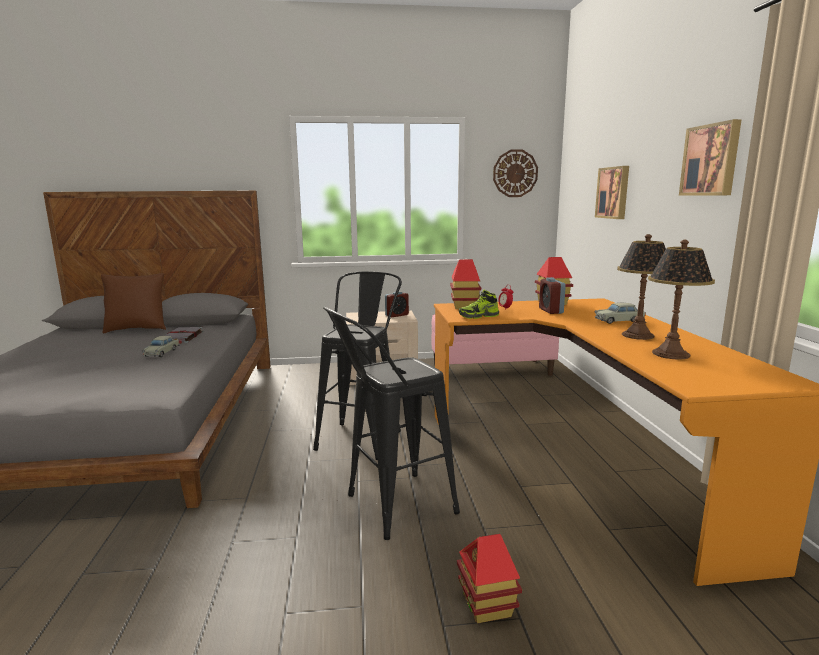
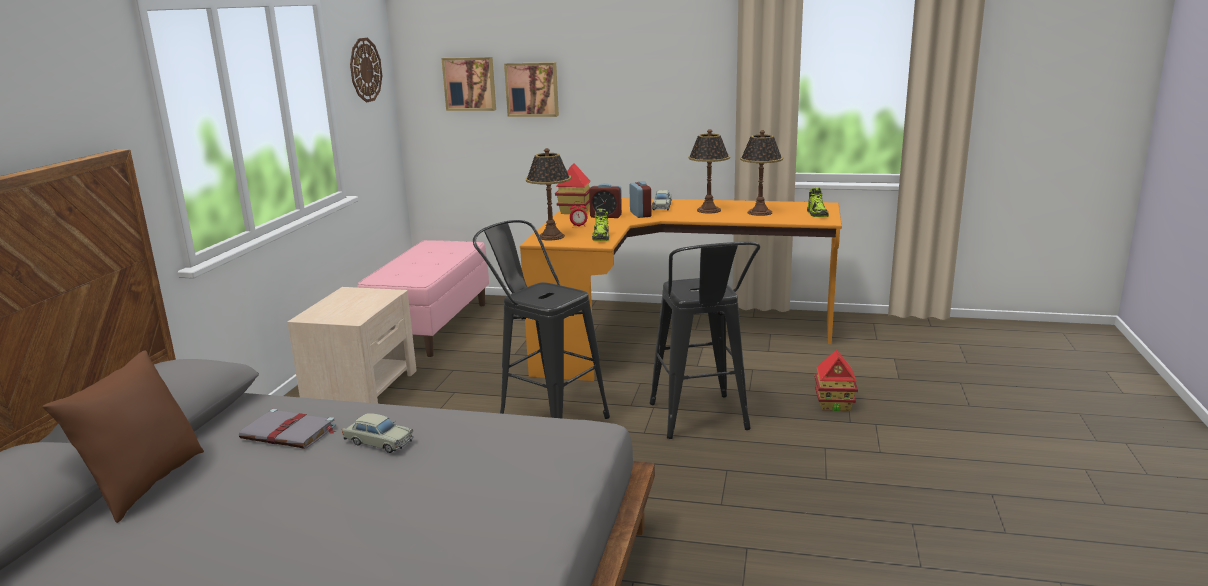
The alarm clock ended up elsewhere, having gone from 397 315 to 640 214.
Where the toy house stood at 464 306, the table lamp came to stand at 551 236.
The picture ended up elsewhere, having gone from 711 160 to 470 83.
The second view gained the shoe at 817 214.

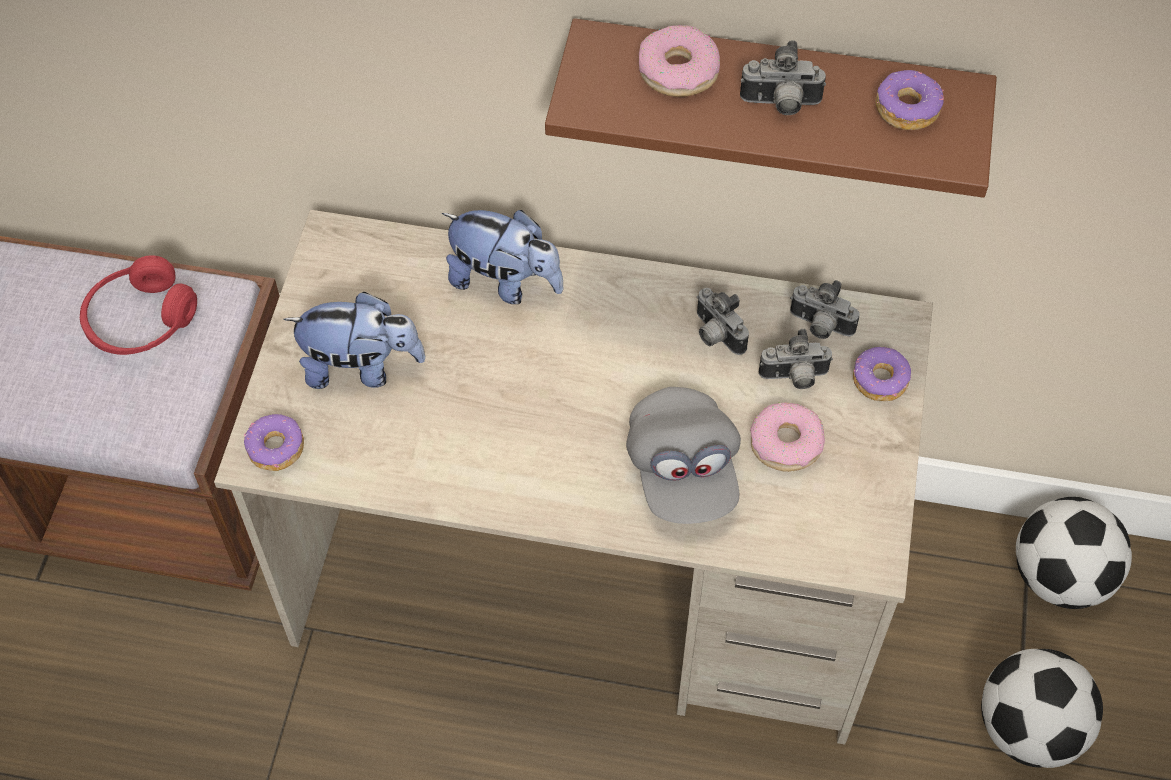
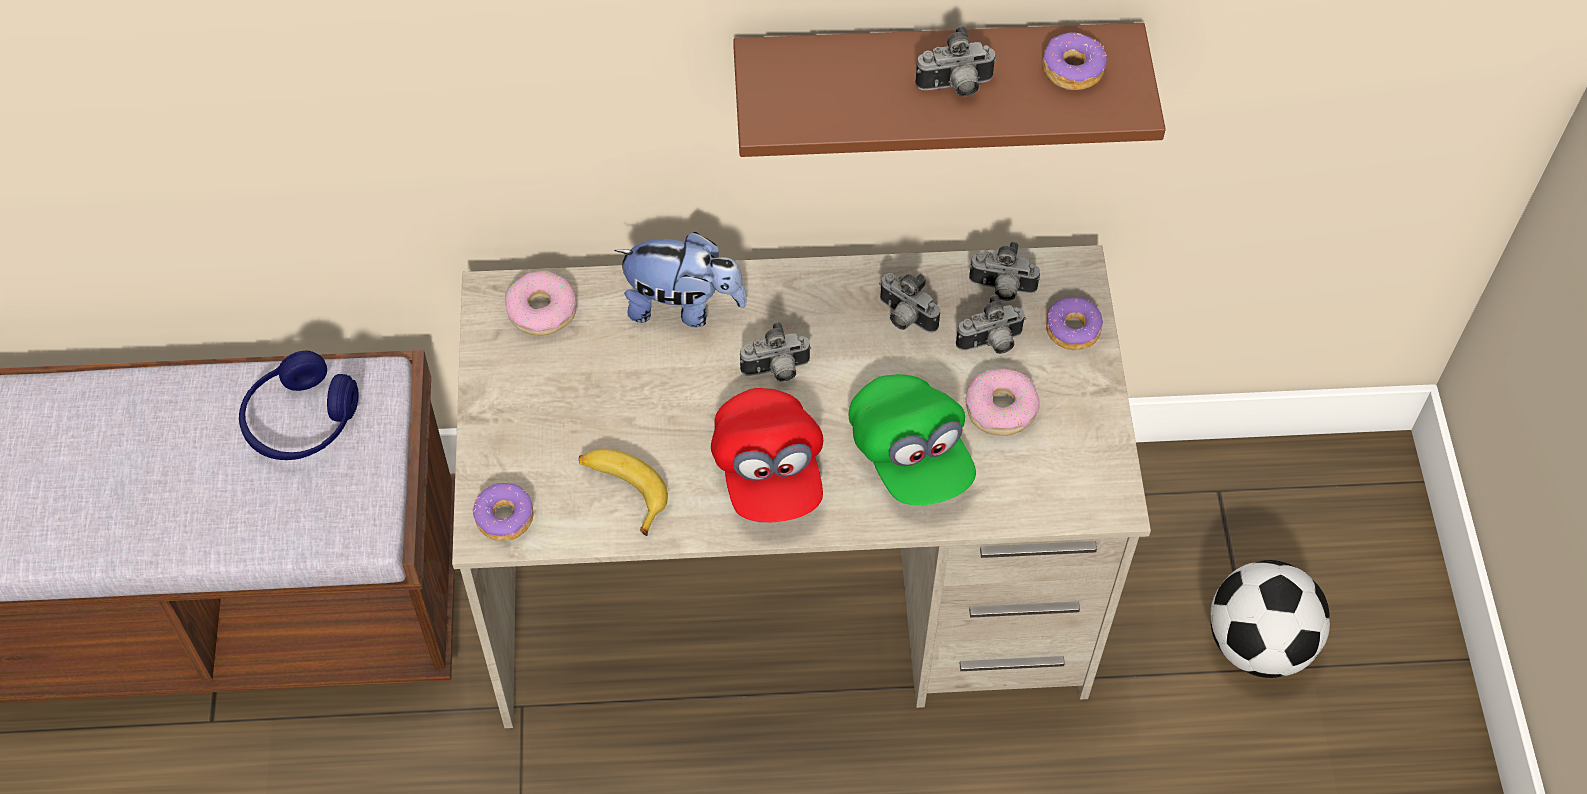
What was the red headphones at 141 321 turned into the blue headphones at 301 421.
The second view lost the plush toy at 361 367.
What was the grey cap at 682 471 turned into the green cap at 910 455.
The donut ended up elsewhere, having gone from 678 71 to 542 310.
The second view lost the football at 1059 577.
The second view gained the banana at 622 490.
The second view gained the red cap at 768 471.
The second view gained the photo camera at 776 371.

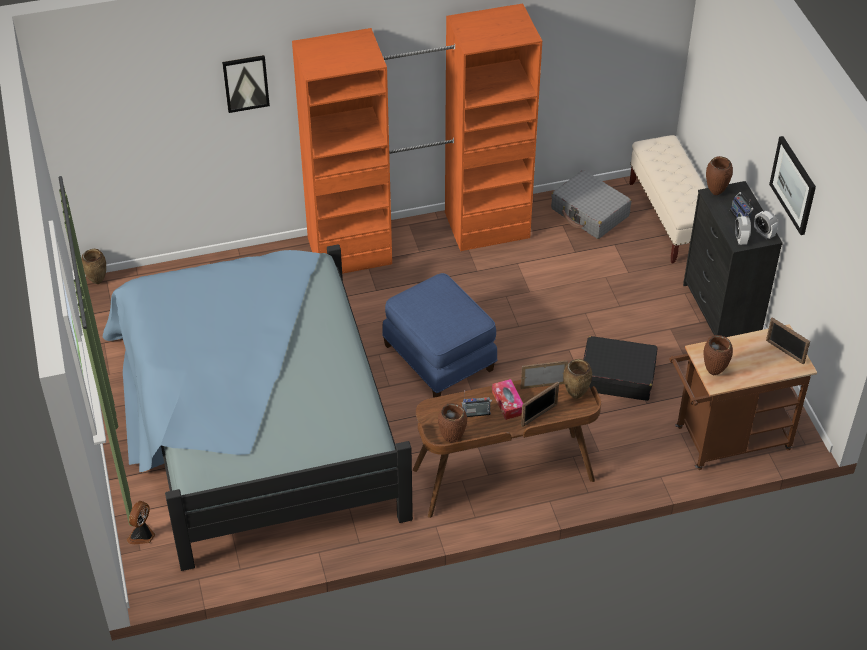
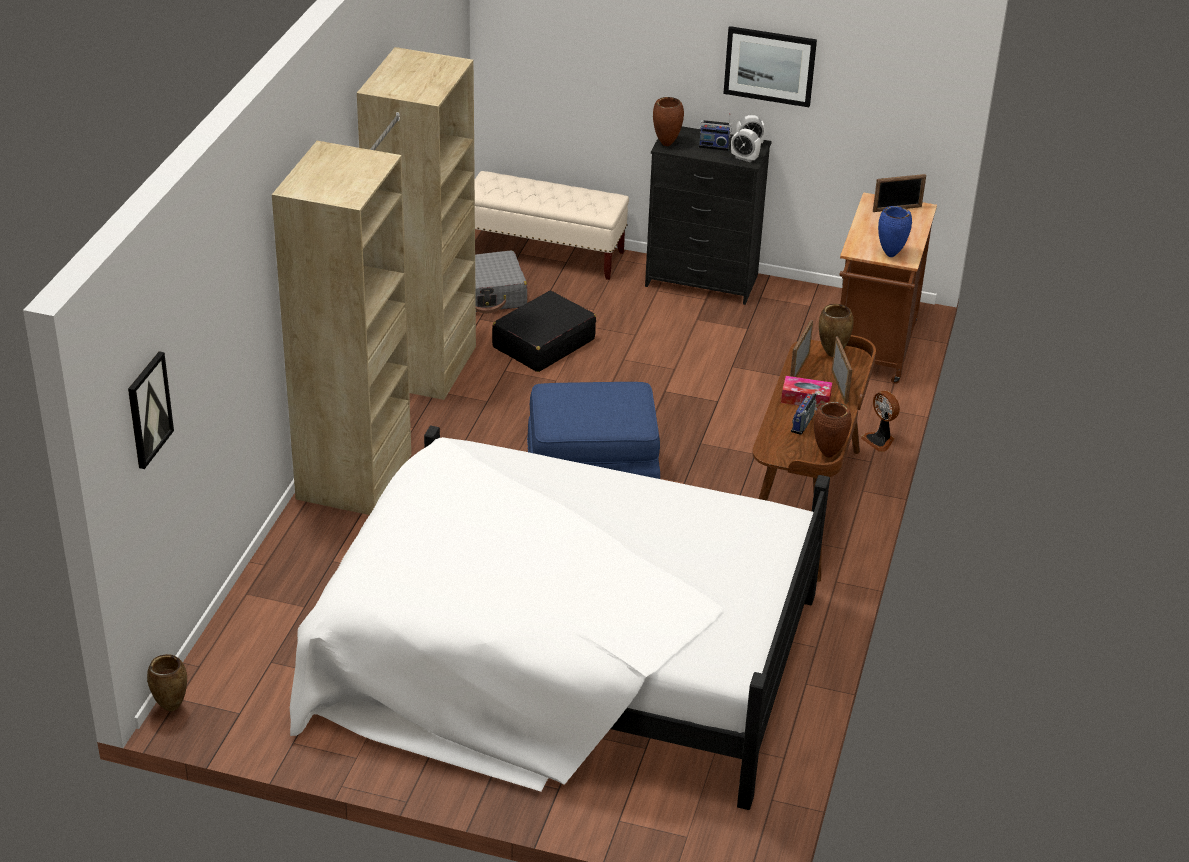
What was the blue bed at 255 422 turned into the white bed at 561 658.
The fan ended up elsewhere, having gone from 142 535 to 880 440.
The picture ended up elsewhere, having gone from 245 83 to 148 409.
What was the orange wardrobe at 420 237 turned into the beige wardrobe at 391 418.
The black suitcase ended up elsewhere, having gone from 617 376 to 543 343.
What was the brown vase at 714 372 turned into the blue vase at 890 254.

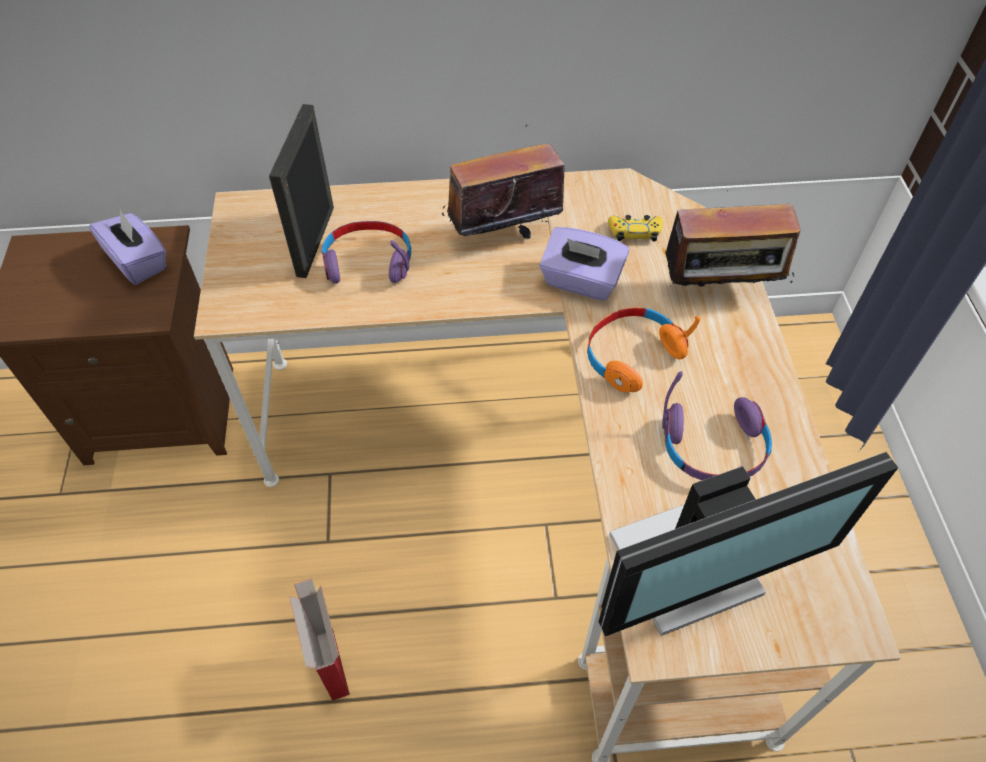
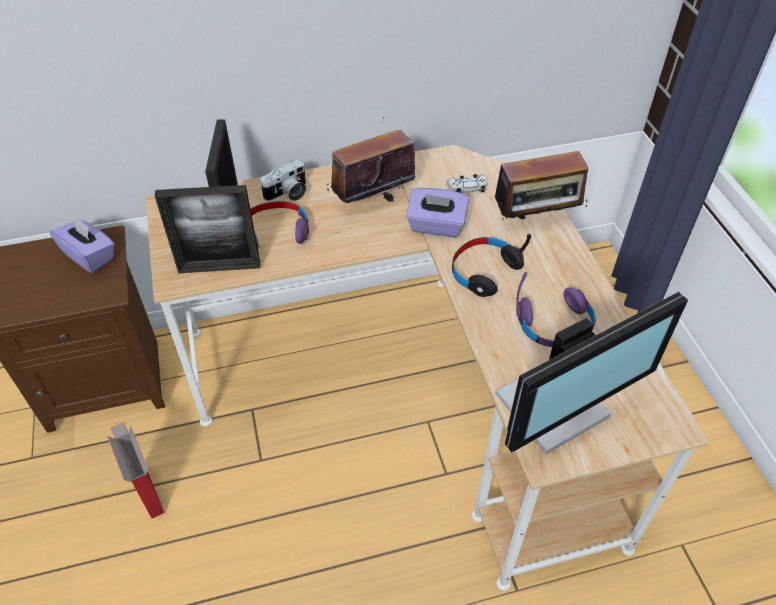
The cardboard box ended up elsewhere, having gone from 332 662 to 149 493.
What was the orange headphones at 631 355 turned into the black headphones at 484 271.
What was the yellow game controller at 634 232 turned into the white game controller at 467 188.
The second view gained the picture frame at 219 267.
The second view gained the photo camera at 288 194.

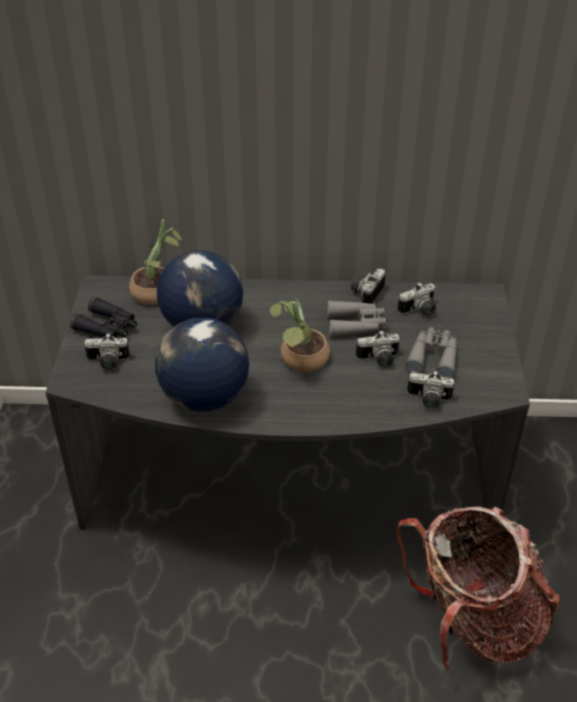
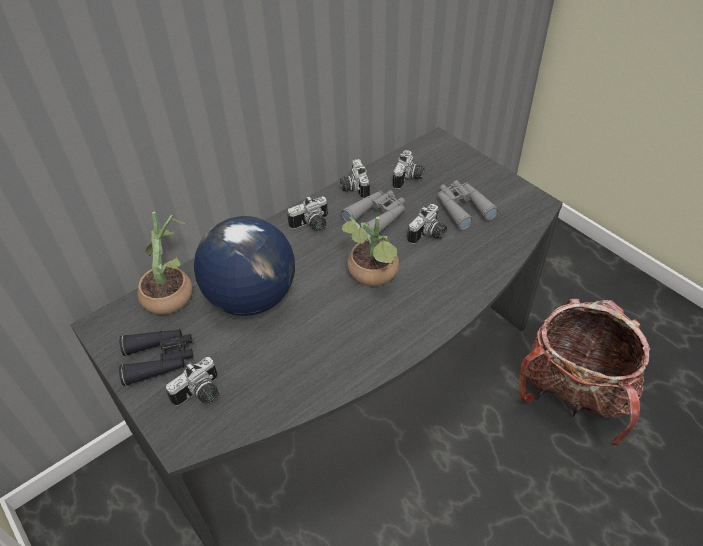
The second view lost the globe at 204 398.
The photo camera ended up elsewhere, having gone from 428 400 to 312 225.

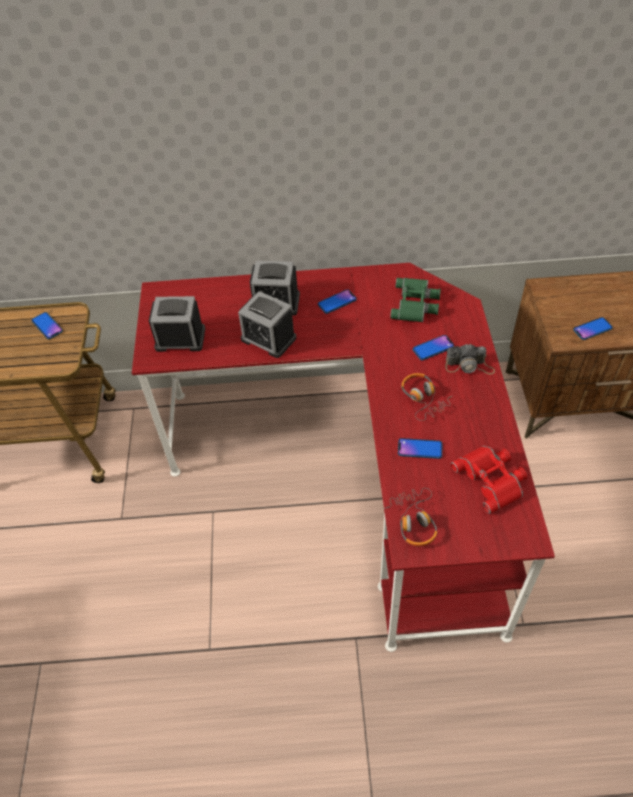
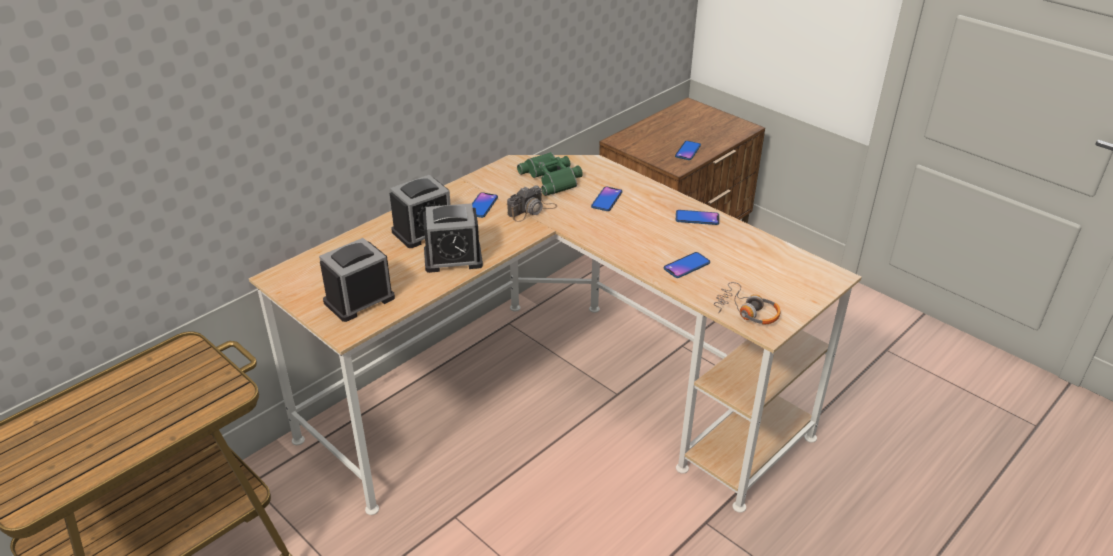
The phone ended up elsewhere, having gone from 47 326 to 697 218.
What was the red desk at 354 469 turned into the beige desk at 554 397.
The second view lost the headphones at 423 399.
The photo camera ended up elsewhere, having gone from 469 366 to 532 210.
The second view lost the red binoculars at 492 479.

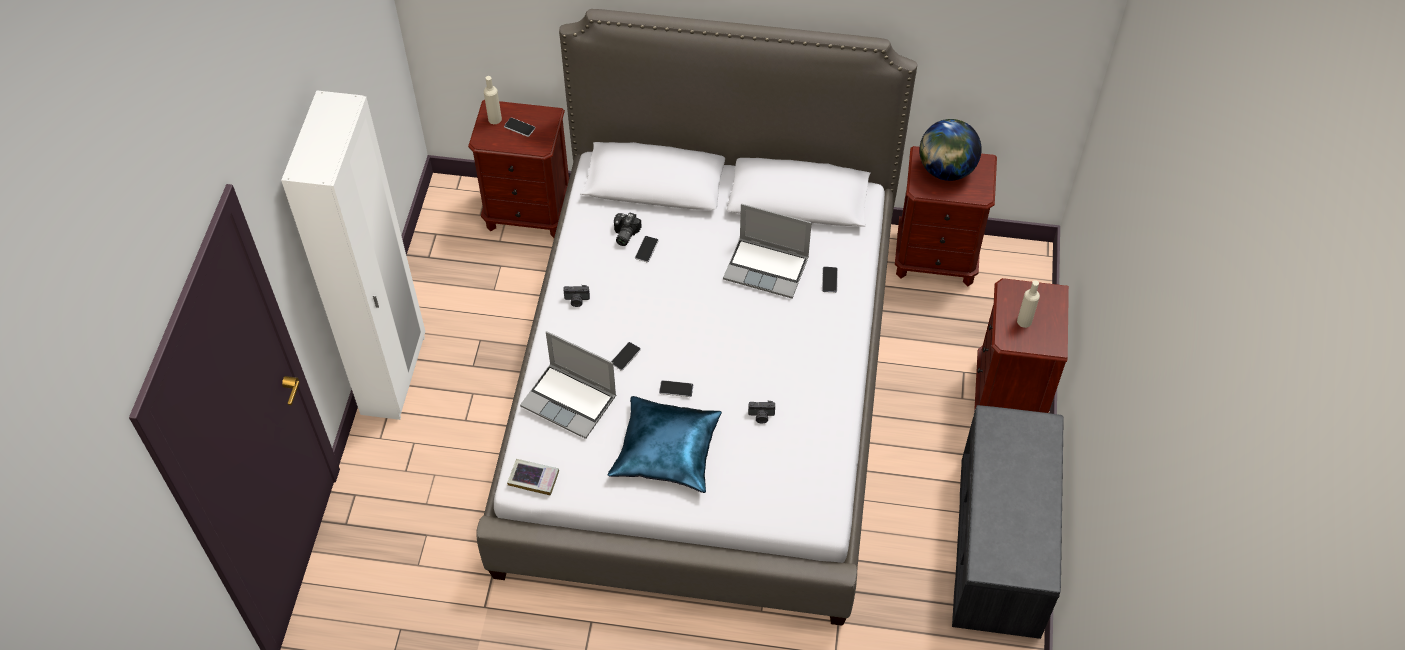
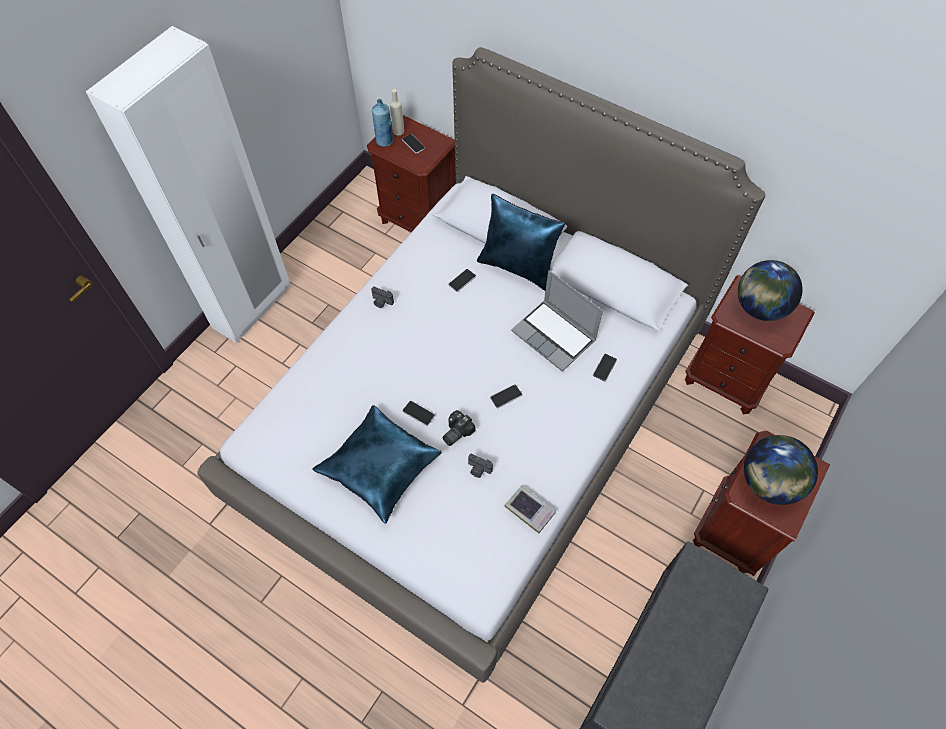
The book ended up elsewhere, having gone from 533 479 to 530 510.
The second view lost the laptop at 570 401.
The phone ended up elsewhere, having gone from 625 356 to 506 396.
The photo camera ended up elsewhere, having gone from 624 234 to 455 432.
Where the beige bottle stood at 1024 321, the globe came to stand at 768 482.
The second view gained the blue bottle at 384 141.
The second view gained the blue pillow at 518 267.

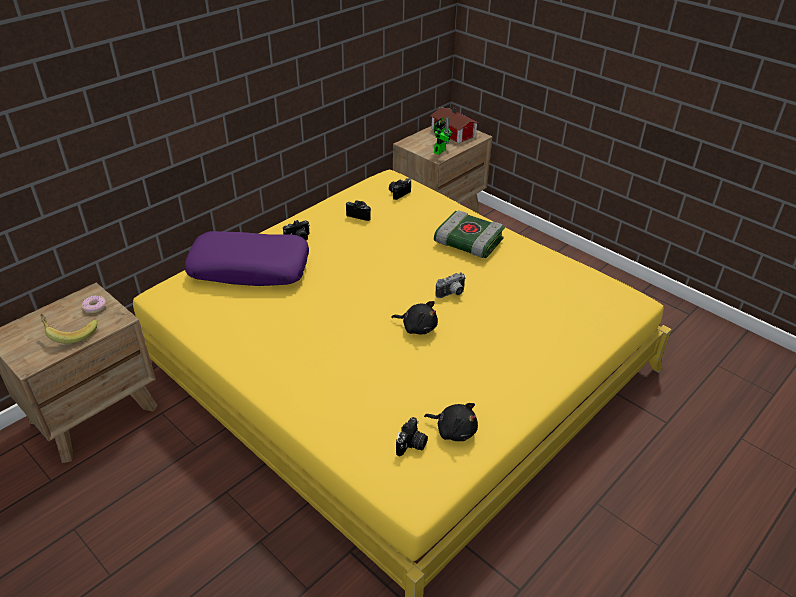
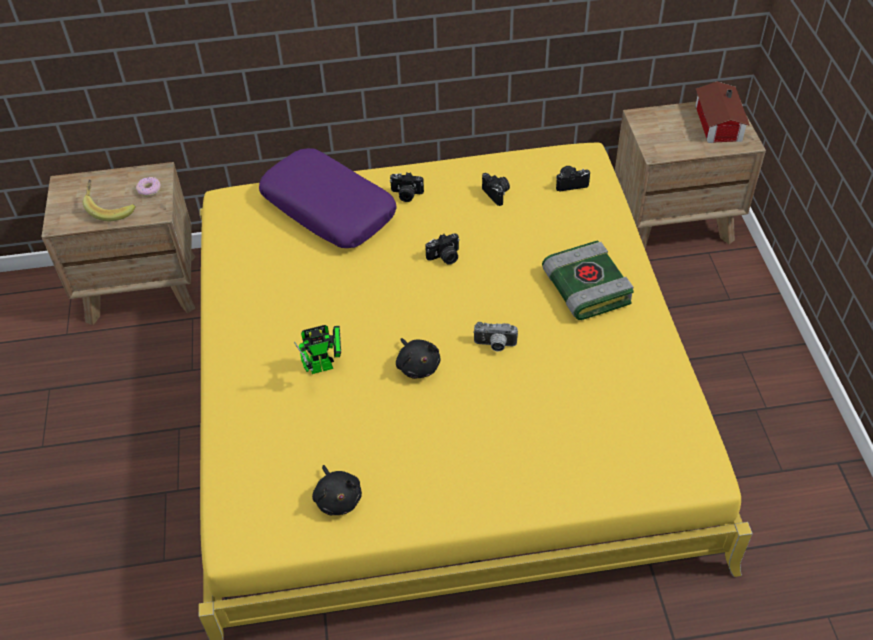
The photo camera ended up elsewhere, having gone from 412 445 to 445 257.
The toy robot ended up elsewhere, having gone from 440 150 to 325 366.

